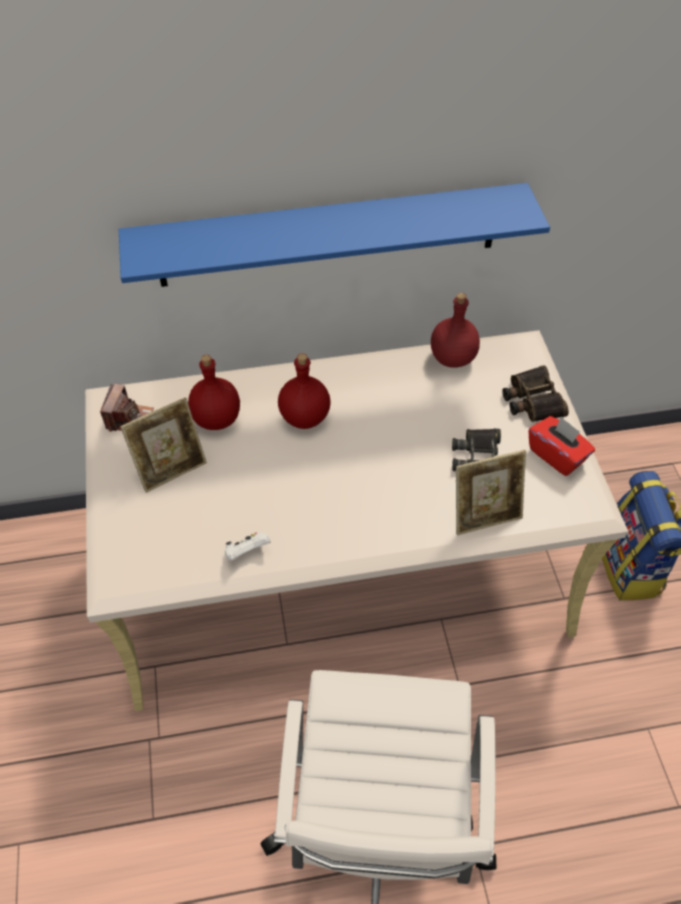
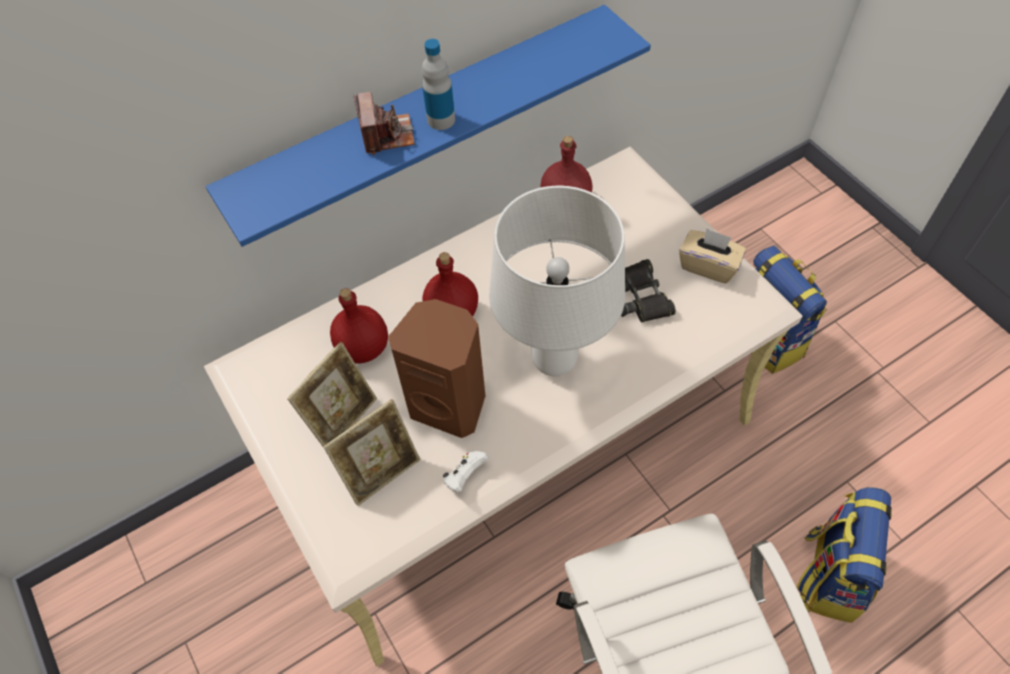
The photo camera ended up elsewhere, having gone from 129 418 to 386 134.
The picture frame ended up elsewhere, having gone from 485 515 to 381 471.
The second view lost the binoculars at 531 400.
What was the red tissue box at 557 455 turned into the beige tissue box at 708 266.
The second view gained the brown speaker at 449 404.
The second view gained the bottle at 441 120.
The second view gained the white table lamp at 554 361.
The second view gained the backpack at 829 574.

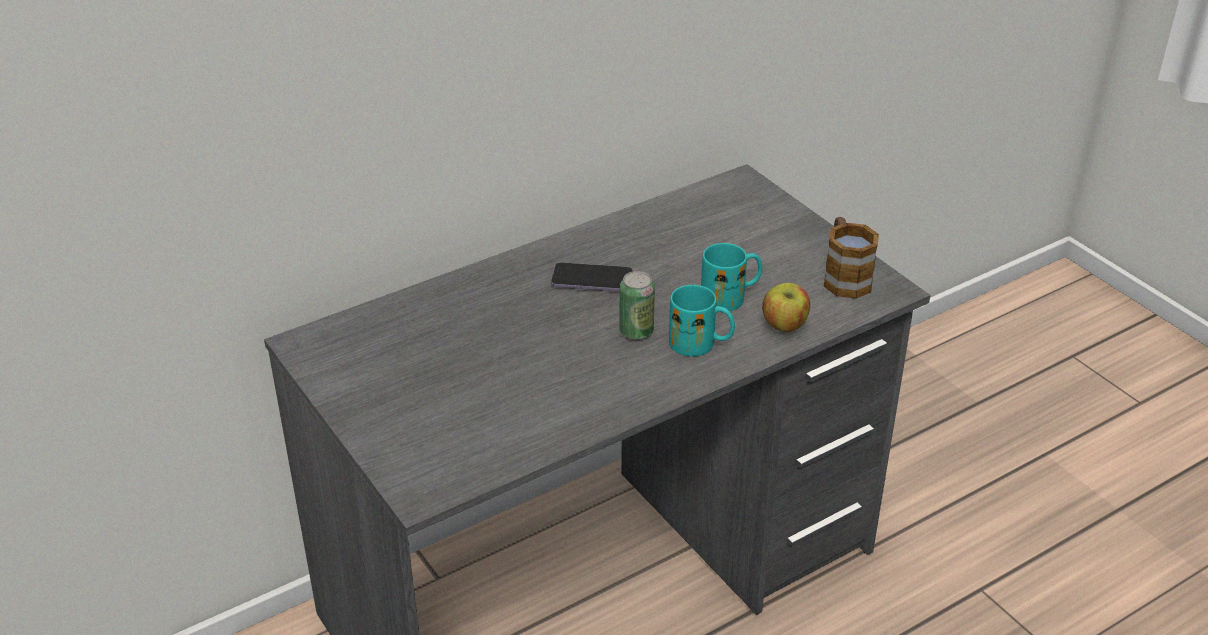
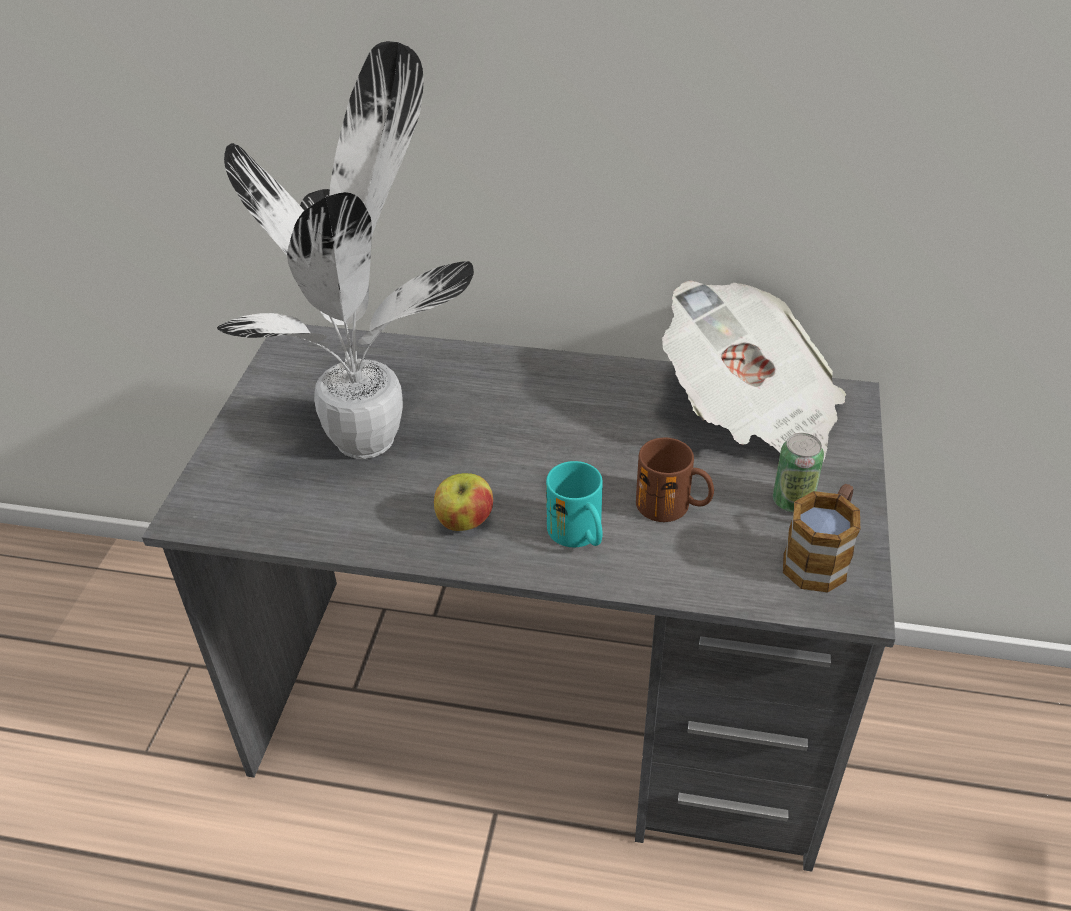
The second view lost the phone at 592 280.
The can ended up elsewhere, having gone from 636 331 to 792 501.
What was the turquoise mug at 730 296 turned into the brown mug at 673 506.
The apple ended up elsewhere, having gone from 784 326 to 465 522.
The second view gained the potted plant at 371 436.
The second view gained the newspaper at 751 413.

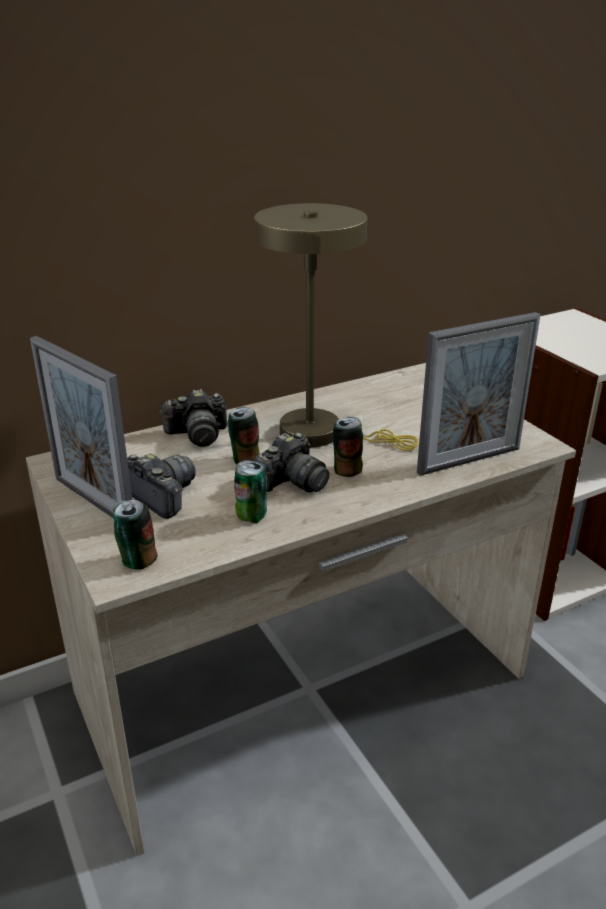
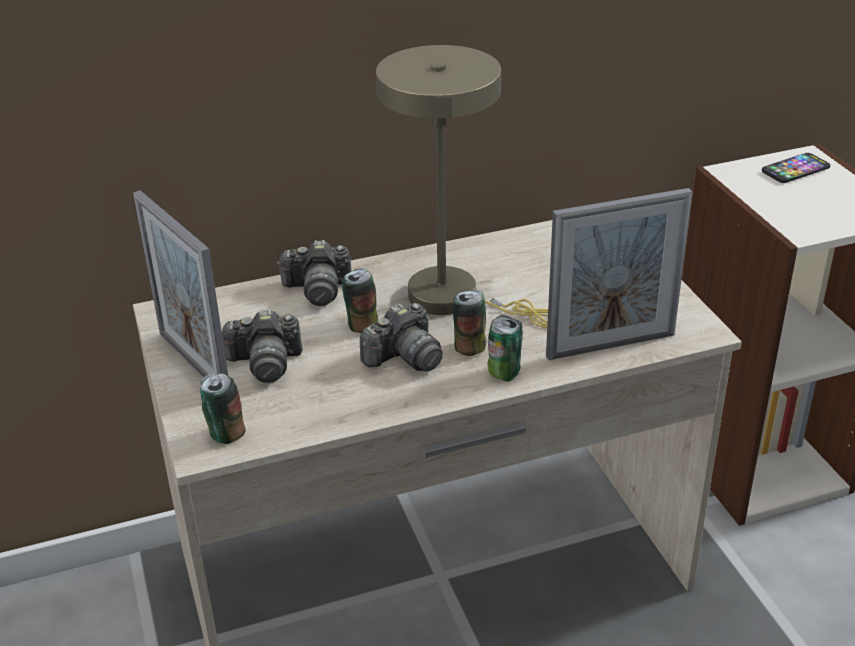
The photo camera at 163 496 ended up facing another way, 120 degrees clockwise from before.
The can ended up elsewhere, having gone from 251 516 to 503 373.
The second view gained the phone at 795 169.

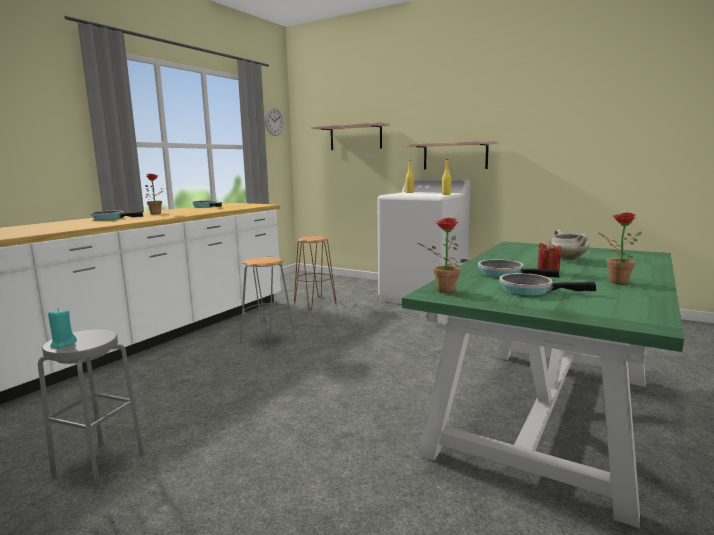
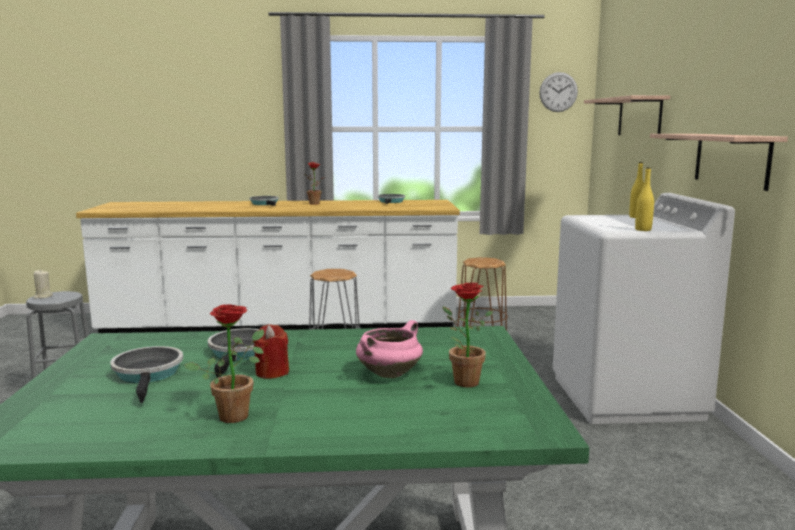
What was the turquoise candle at 63 344 turned into the beige candle at 43 296.
The potted plant ended up elsewhere, having gone from 442 291 to 461 381.
What was the white cooking pot at 566 259 turned into the pink cooking pot at 389 373.

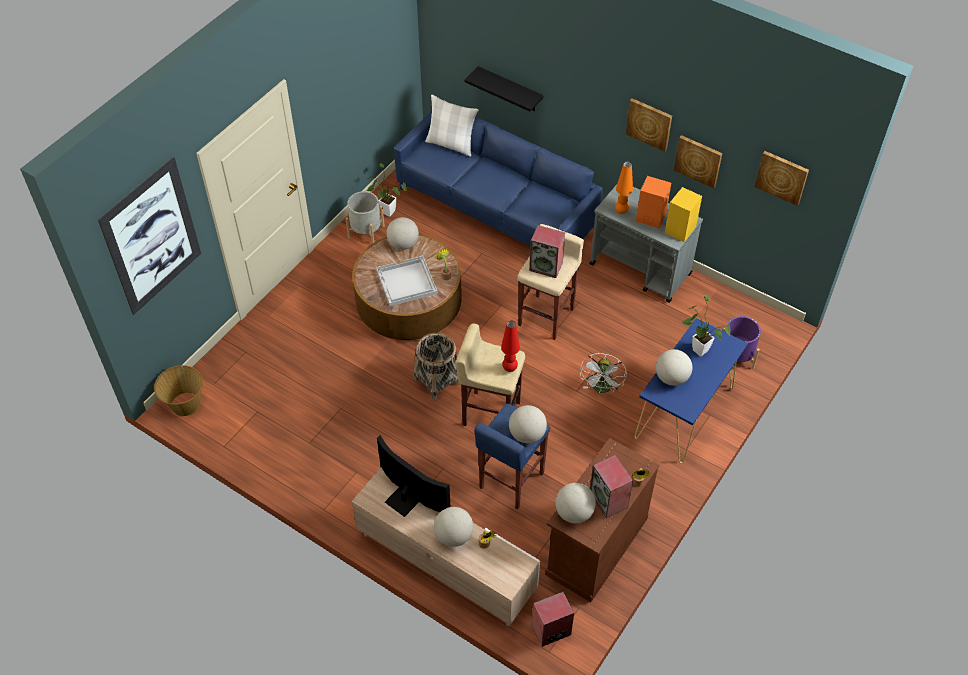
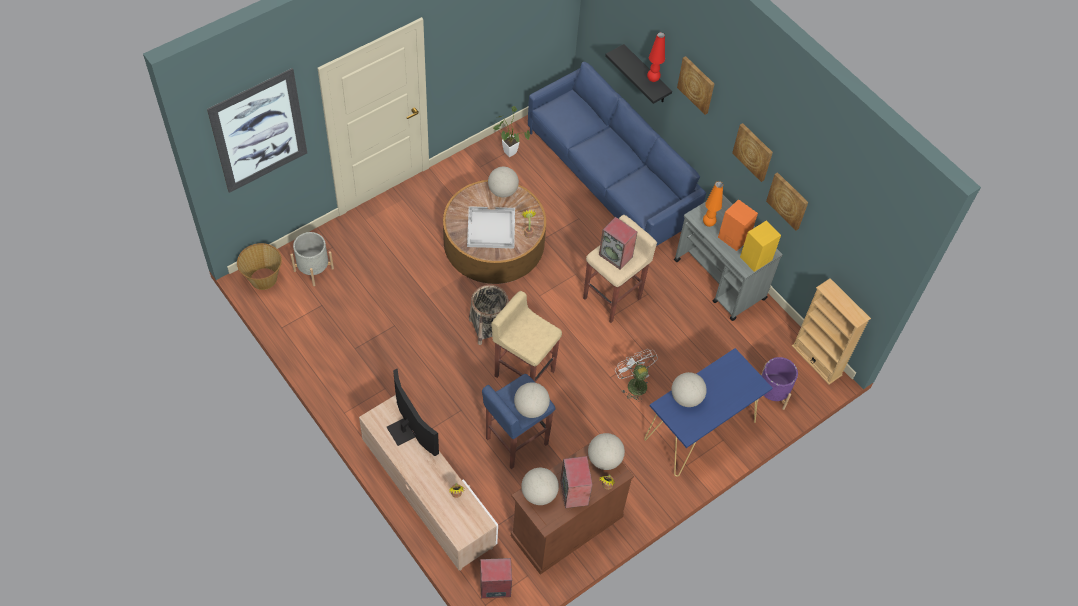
The grey planter ended up elsewhere, having gone from 366 232 to 313 269.
The second view lost the white pillow at 451 144.
The globe ended up elsewhere, having gone from 454 536 to 604 459.
The red table lamp ended up elsewhere, having gone from 509 368 to 653 79.
The white fan at 602 389 ended up facing another way, 120 degrees clockwise from before.
The second view lost the potted plant at 697 348.
The picture ended up elsewhere, having gone from 782 177 to 696 84.
The second view gained the beige bookcase at 816 360.

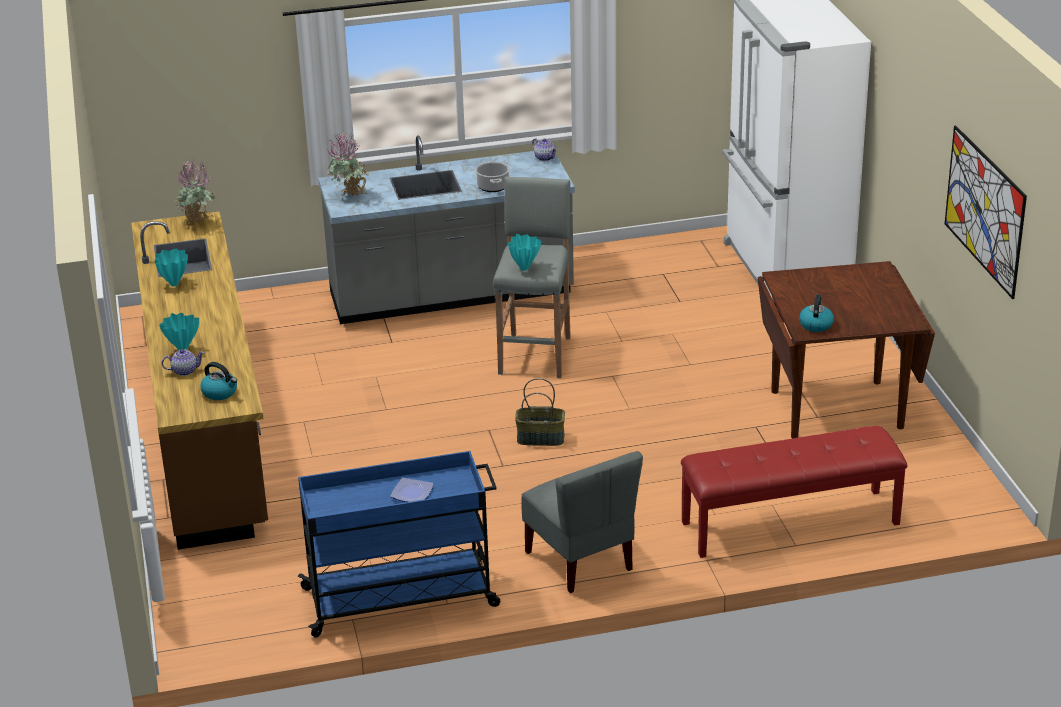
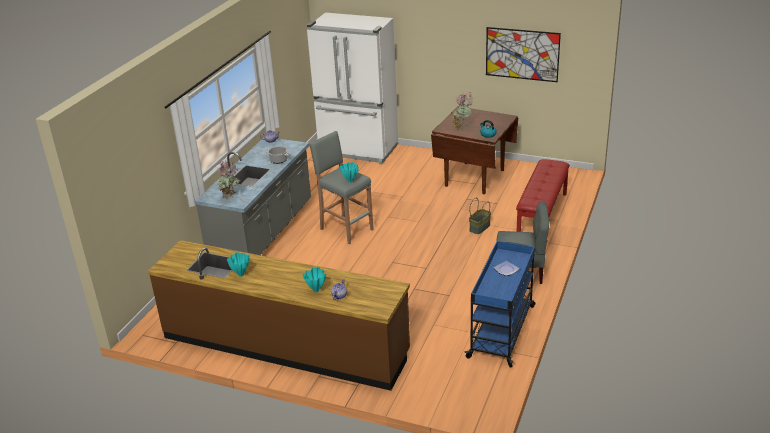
The potted plant ended up elsewhere, having gone from 198 225 to 462 127.
The second view lost the kettle at 220 392.
The basket ended up elsewhere, having gone from 541 438 to 479 227.

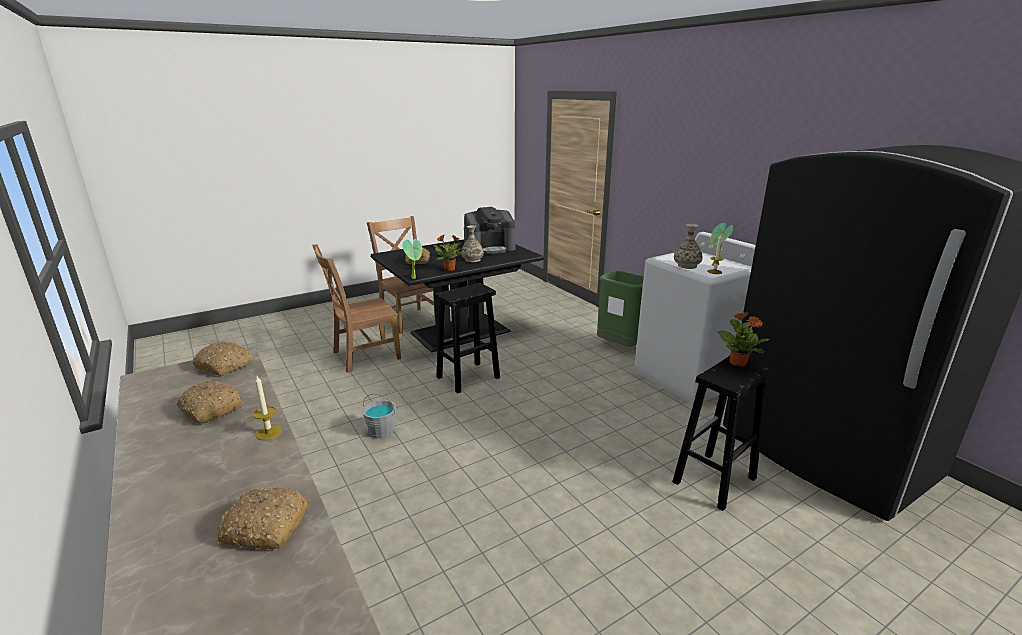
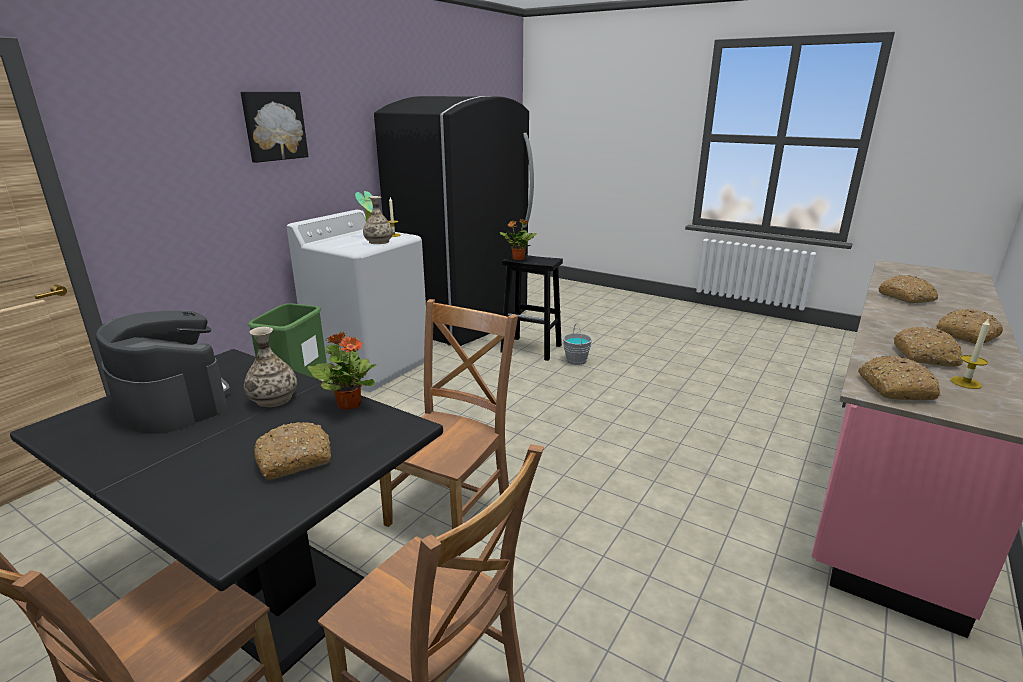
The candle ended up elsewhere, having gone from 269 433 to 965 382.
The grey bucket ended up elsewhere, having gone from 381 431 to 576 360.
The second view lost the potted plant at 415 278.
Where the black stool stood at 467 378, the brown chair came to stand at 452 507.
The second view gained the picture at 274 126.
The second view gained the bread at 966 335.

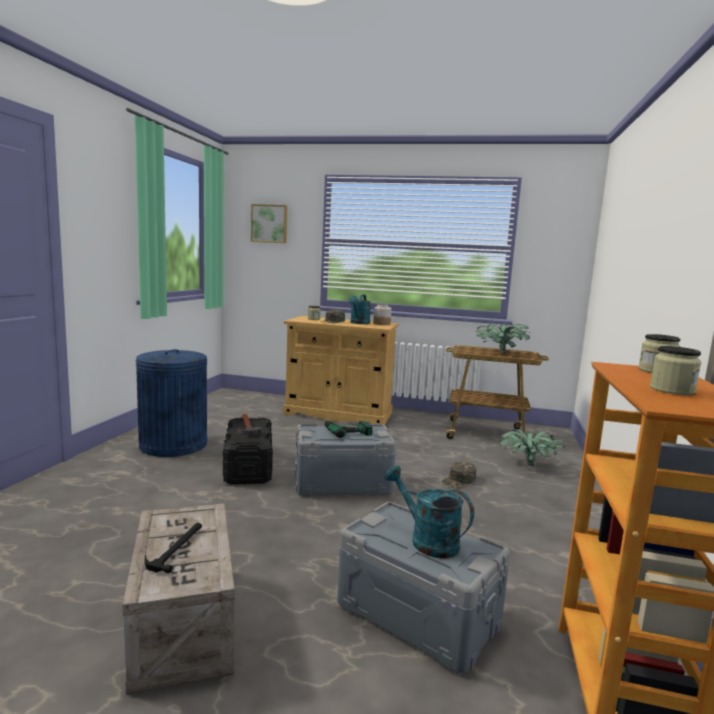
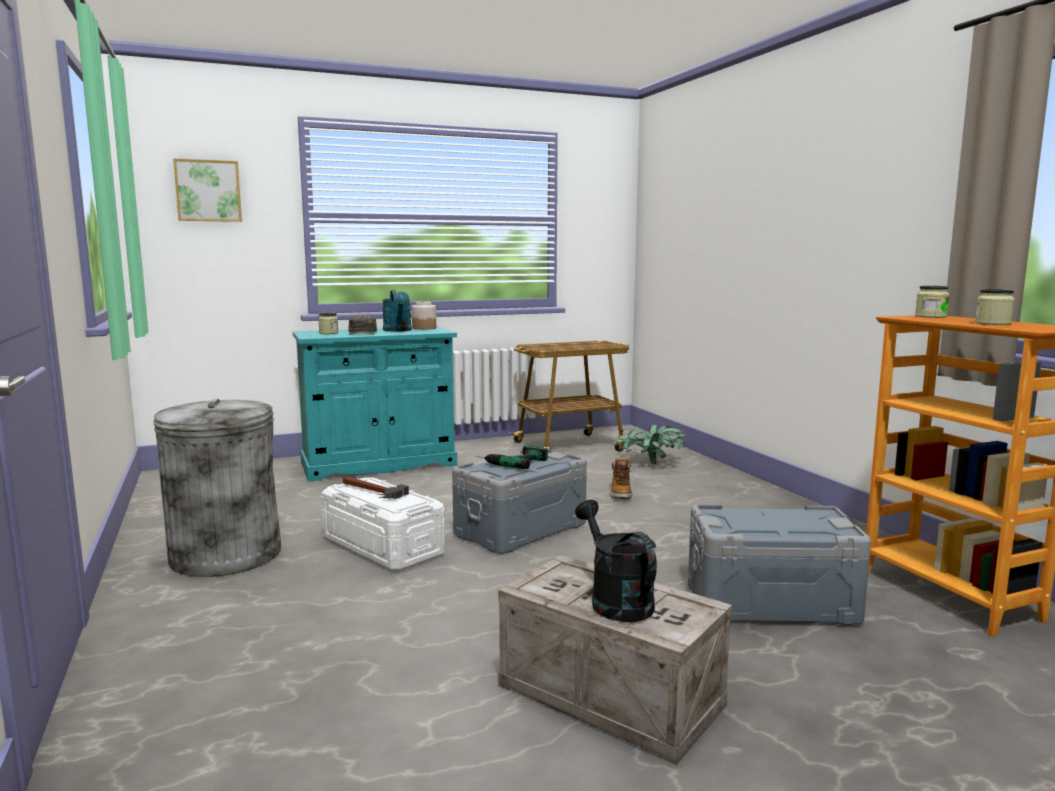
What was the blue trash can at 173 445 turned into the grey trash can at 226 555.
Where the hammer stood at 176 548, the black watering can came to stand at 615 600.
What was the black storage box at 249 465 turned into the white storage box at 383 546.
What was the beige cabinet at 338 413 turned into the turquoise cabinet at 379 464.
The second view lost the turquoise watering can at 427 540.
Where the green cap stood at 459 480, the boot came to stand at 620 494.
The second view lost the potted plant at 500 353.

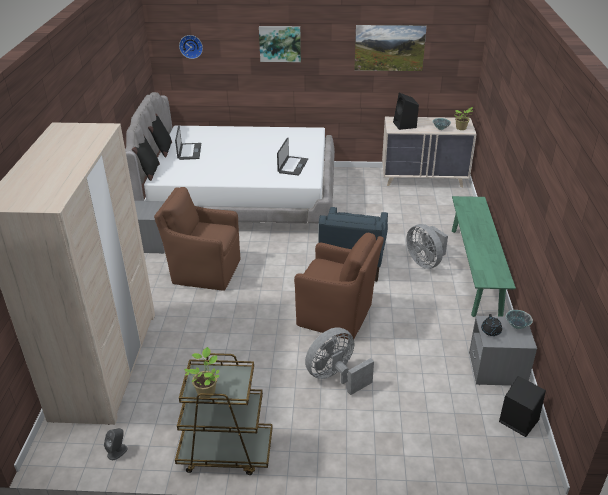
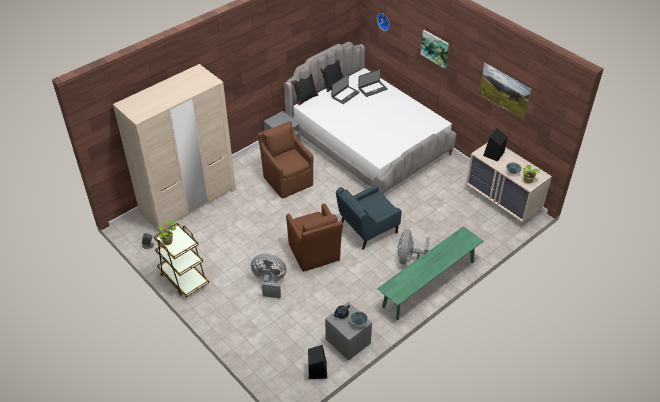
The laptop ended up elsewhere, having gone from 292 166 to 372 89.

